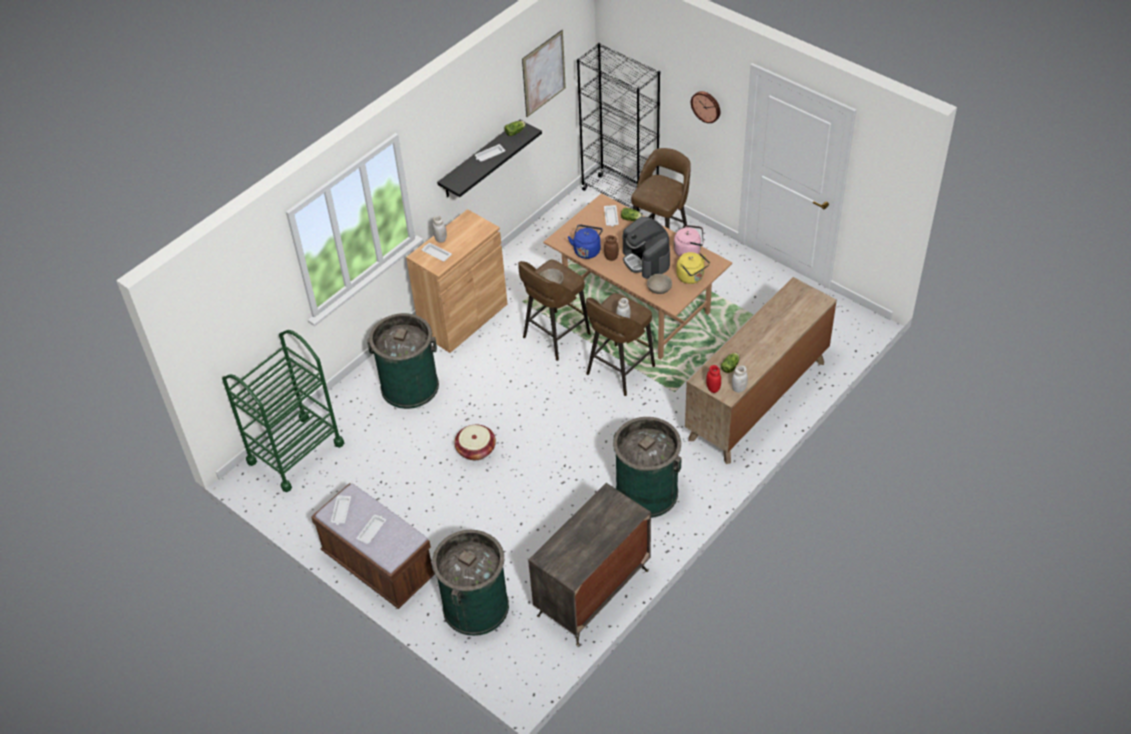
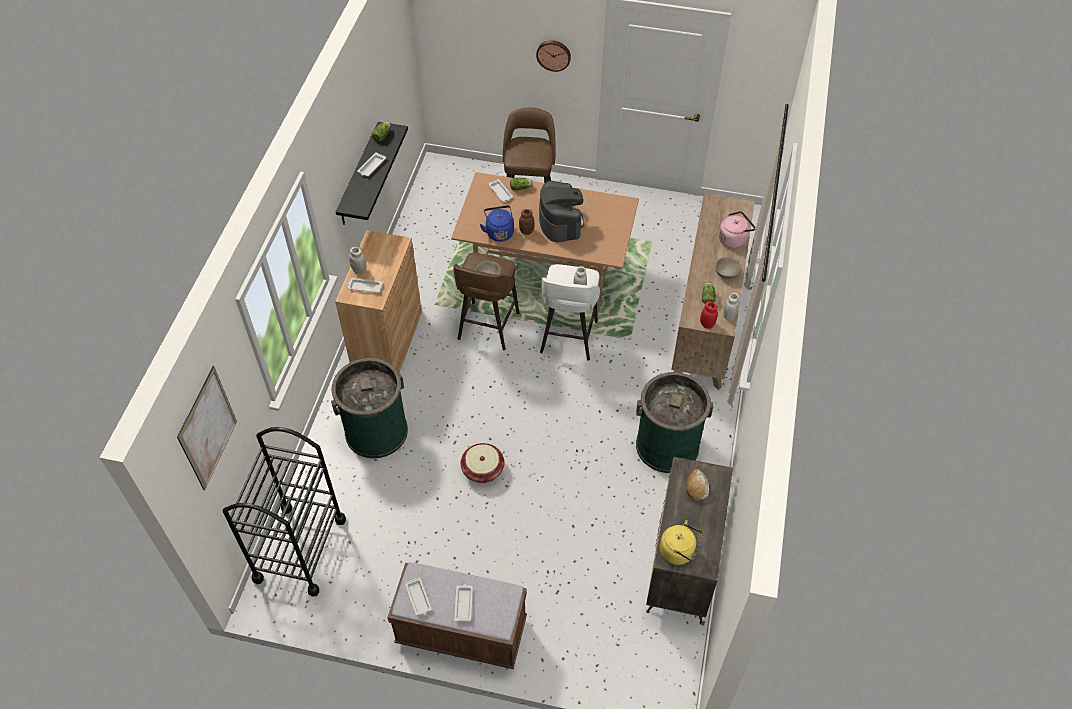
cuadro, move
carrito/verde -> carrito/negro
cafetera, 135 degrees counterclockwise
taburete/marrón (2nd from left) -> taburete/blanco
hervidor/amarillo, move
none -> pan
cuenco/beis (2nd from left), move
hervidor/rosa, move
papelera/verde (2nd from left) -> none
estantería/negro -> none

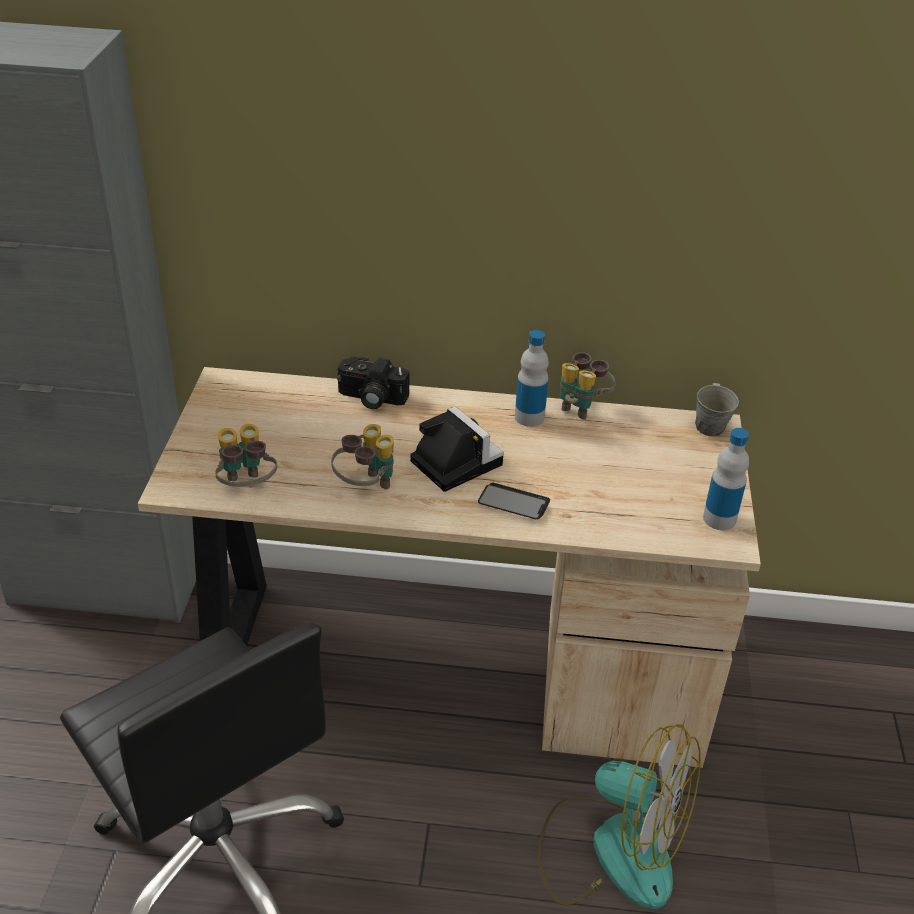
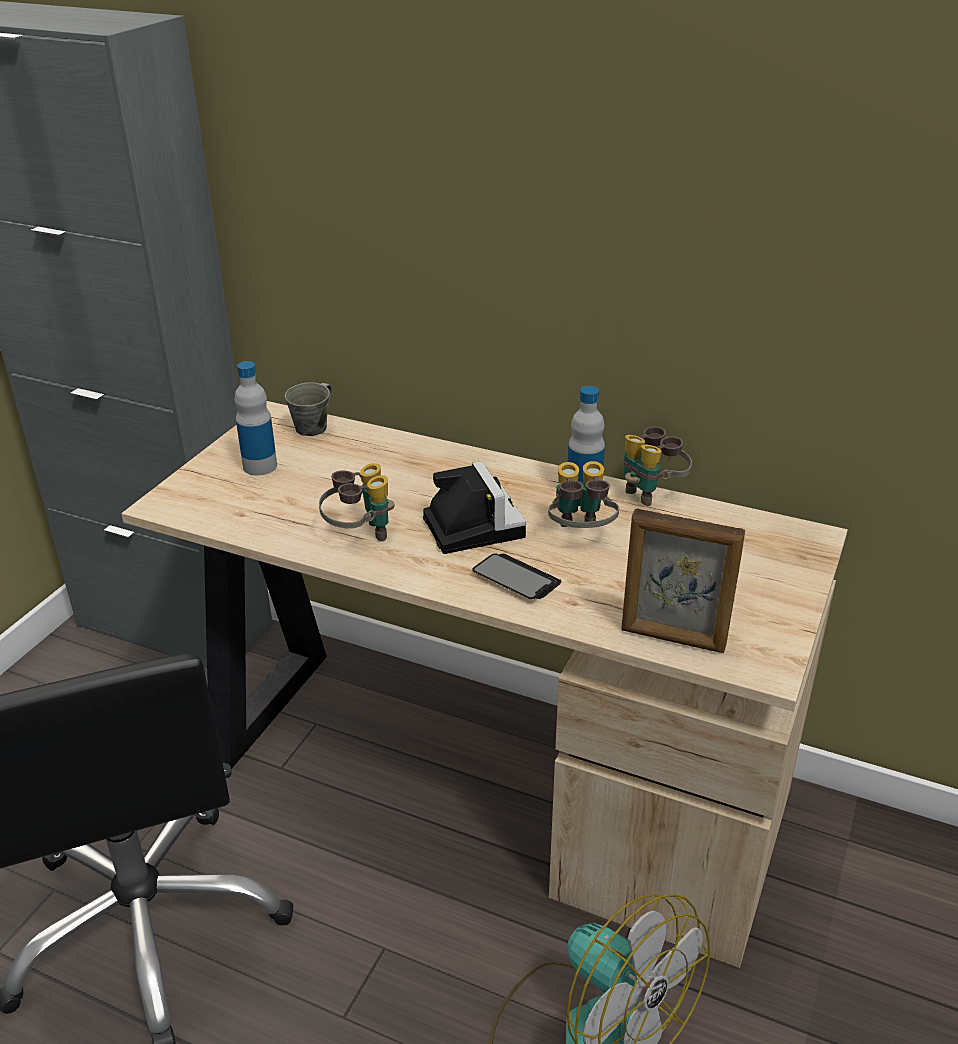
botella (2nd from left in the first image) -> botella (1st from left), move
taza grande/gris, move
prismáticos (1st from left in the first image) -> prismáticos (2nd from left), move
none -> portarretratos
cámara (1st from left) -> none

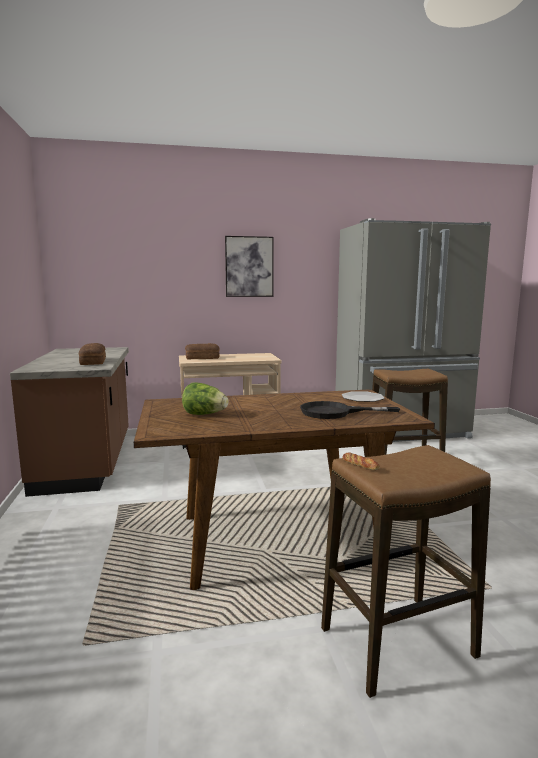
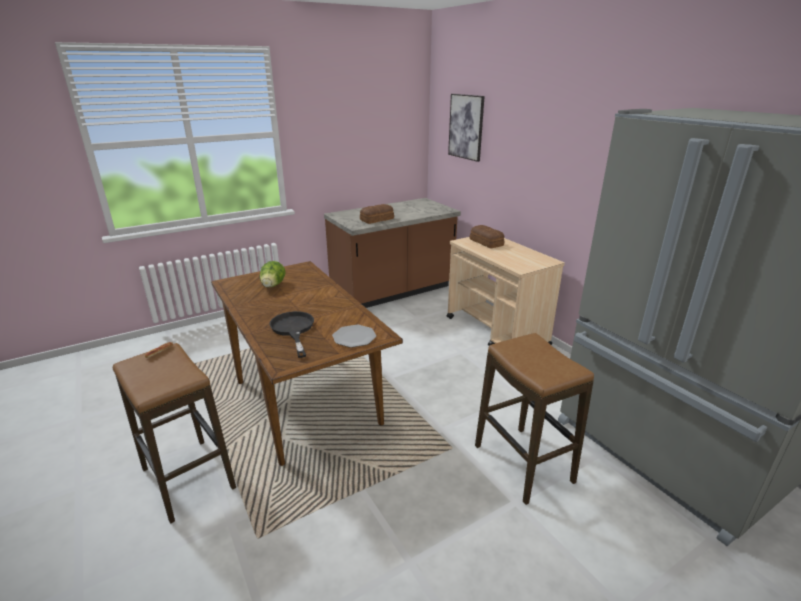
cuadro, move

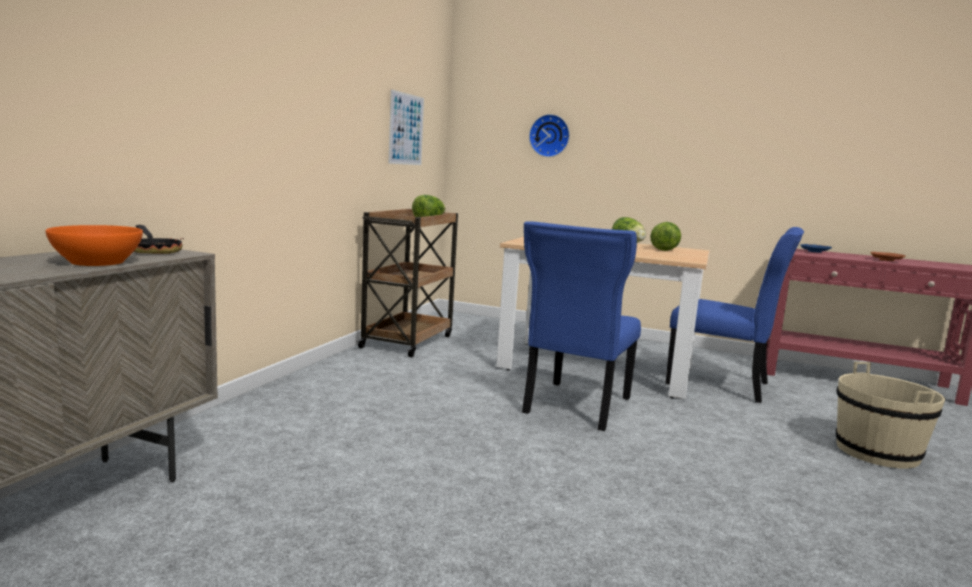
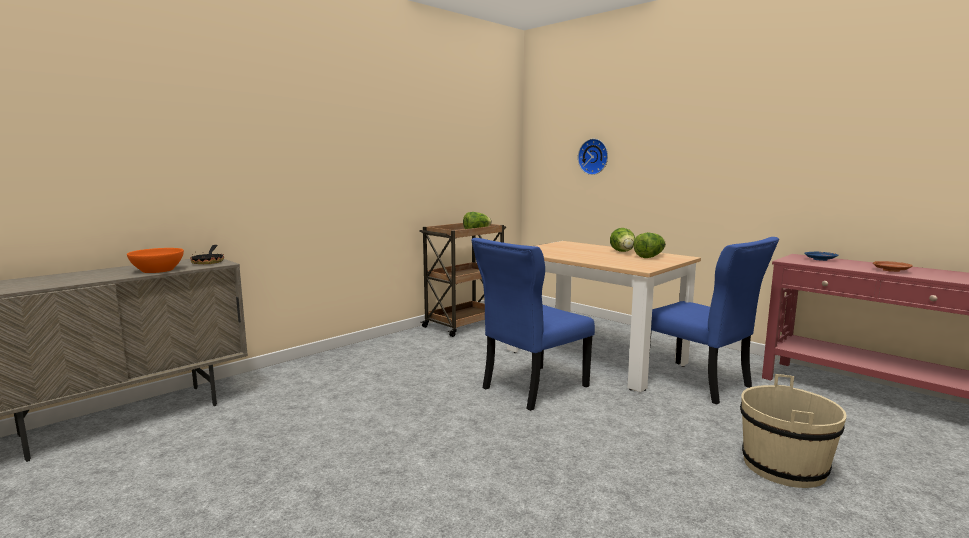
cuadro -> none

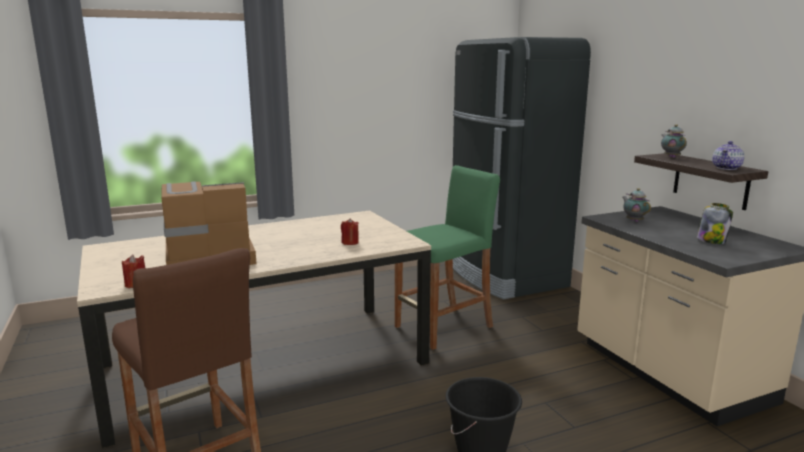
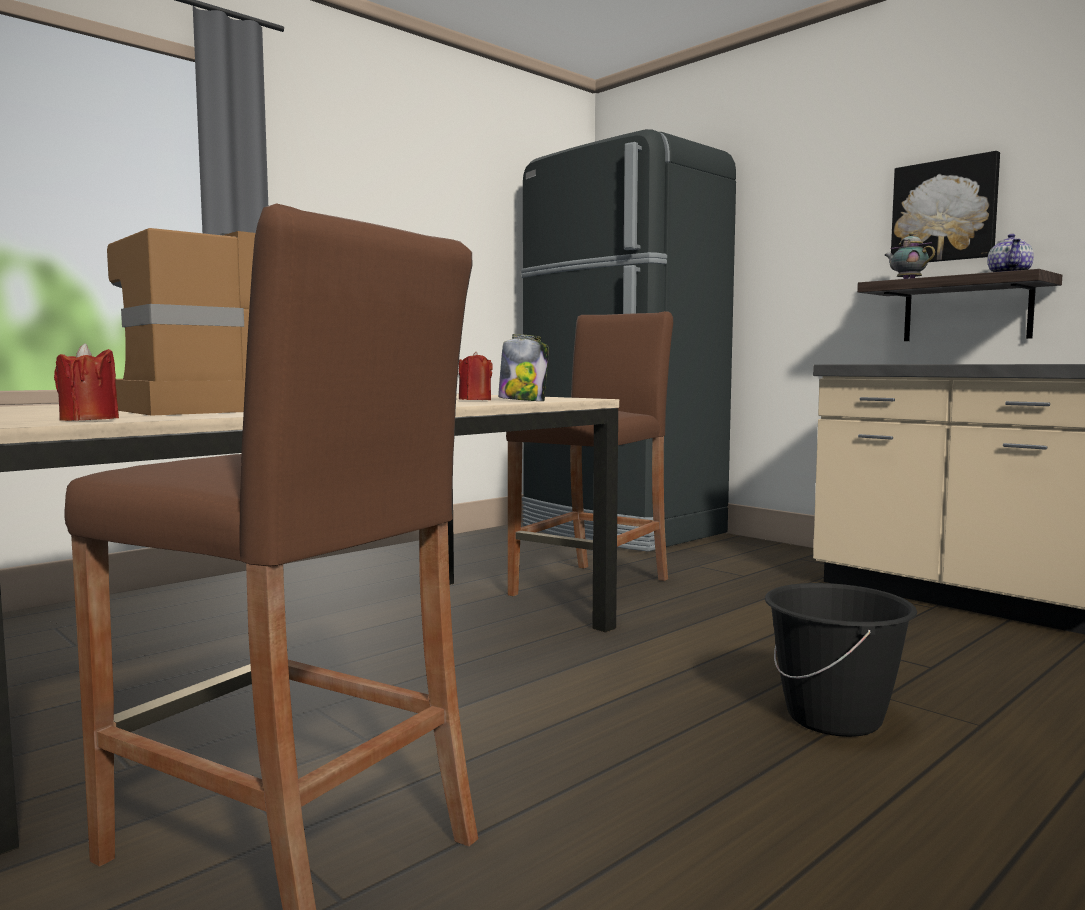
tarro, move
taburete/verde -> taburete/marrón (2nd from left)
none -> cuadro
tetera (1st from left) -> none

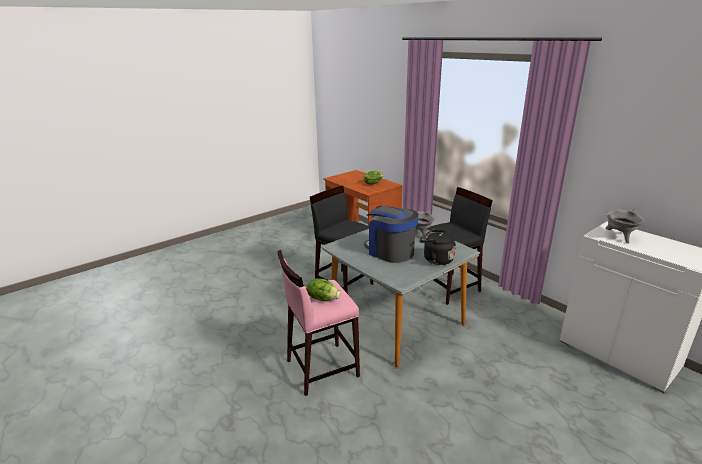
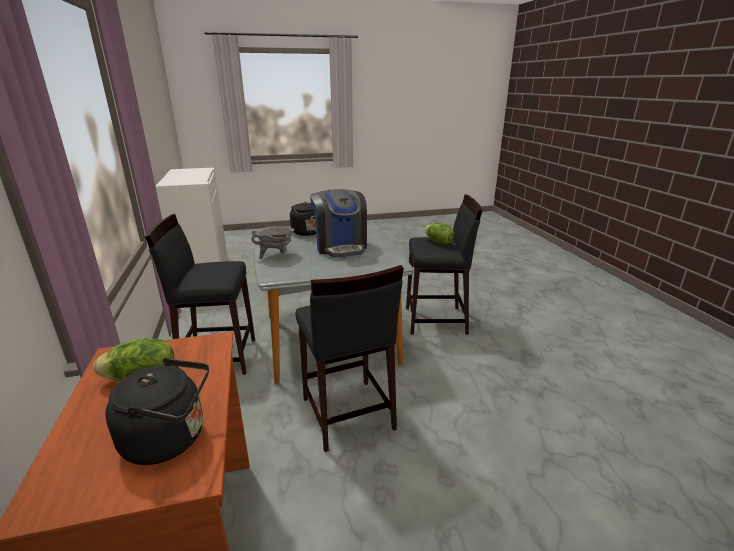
none -> hervidor/negro (1st from left)
taburete/rosa -> taburete/negro (3rd from left)
olla/gris (2nd from left) -> none

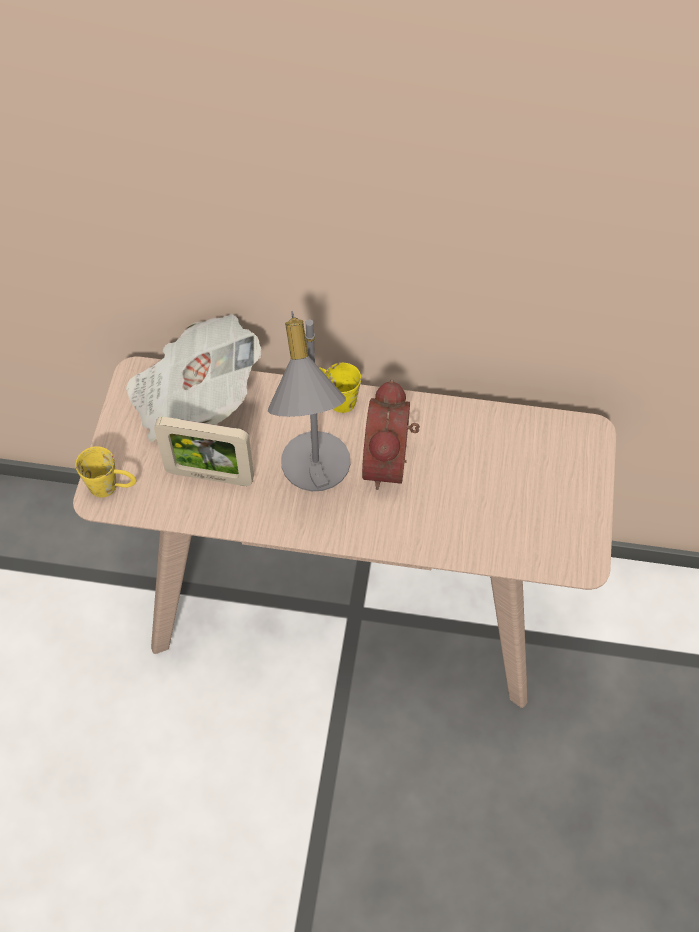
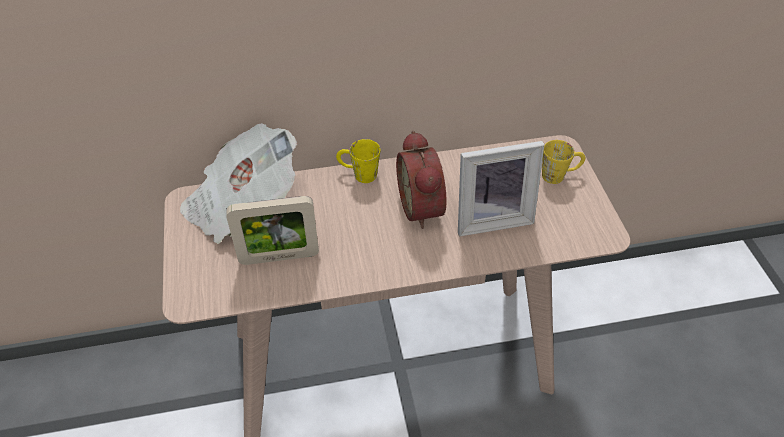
none -> portarretratos (2nd from left)
taza grande/amarillo (1st from left in the first image) -> taza grande/amarillo (2nd from left), move
lámpara de mesa/gris -> none

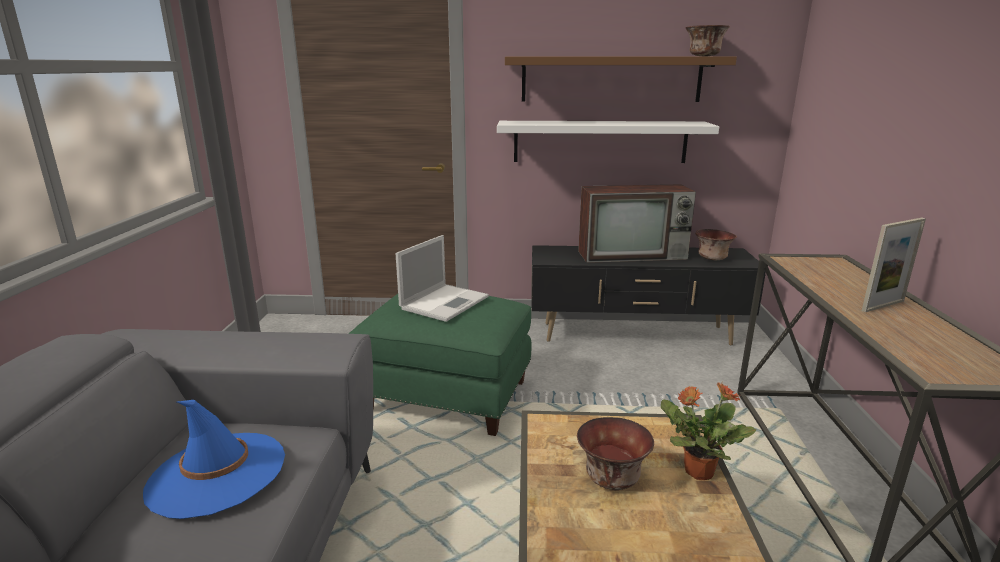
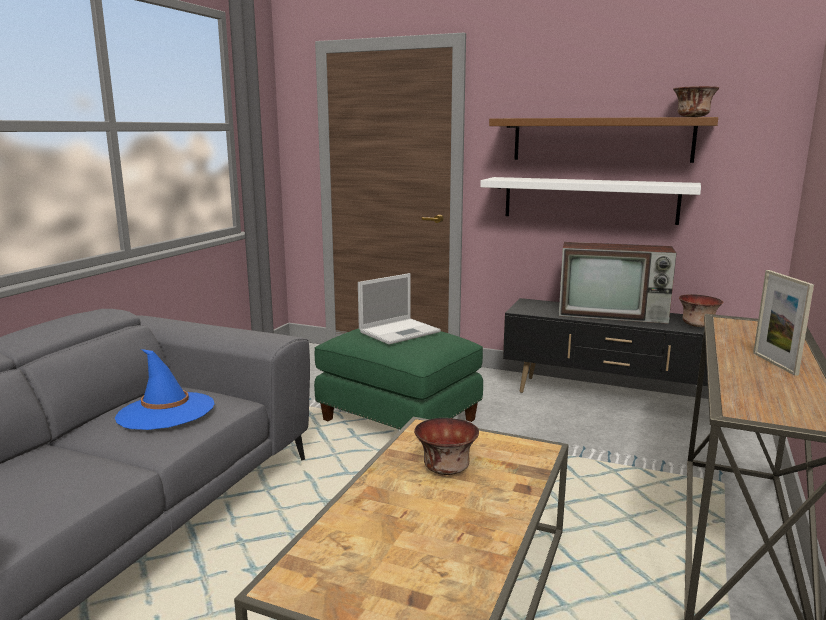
portarretratos, 90 degrees clockwise
planta en maceta -> none

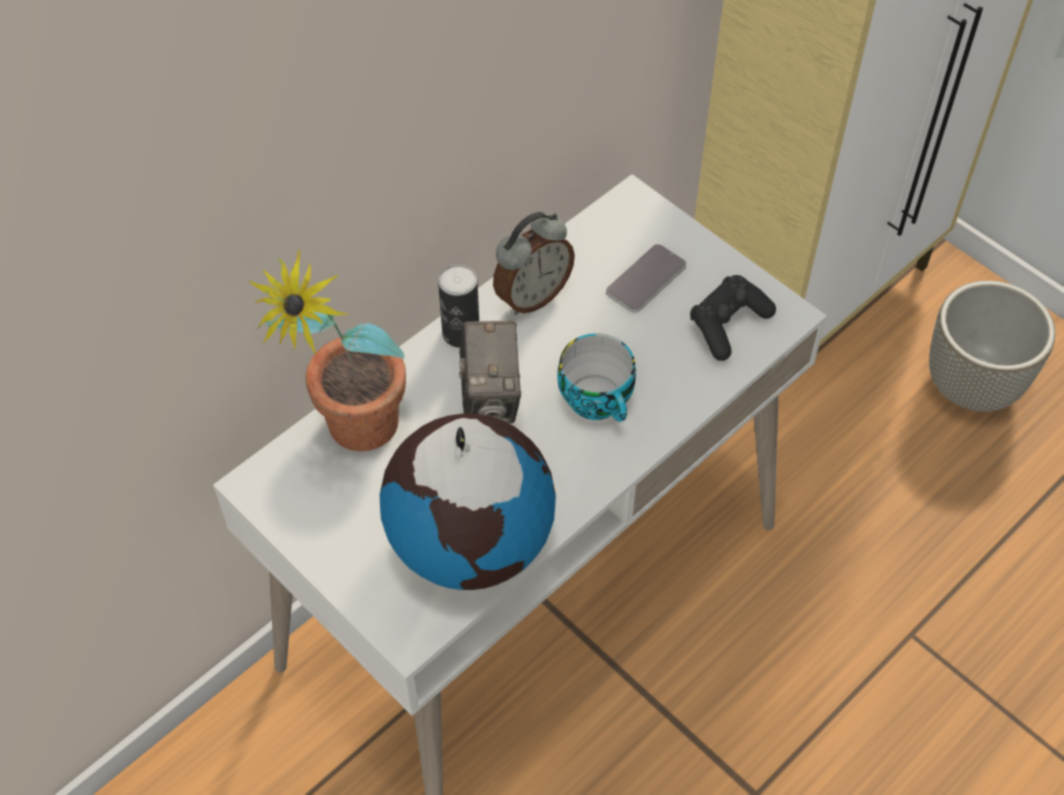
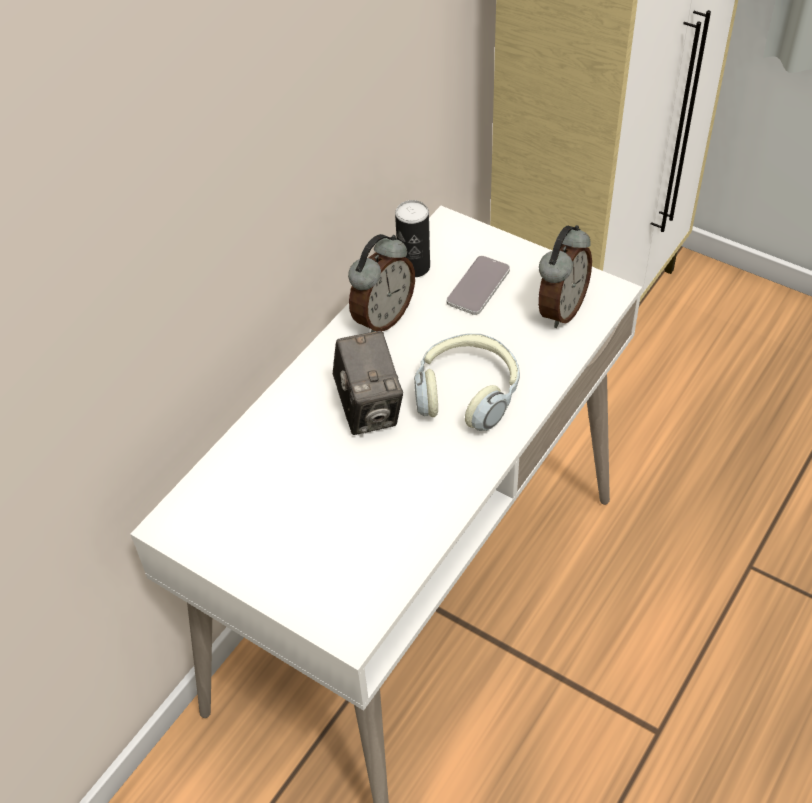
lata, move
taza -> auriculares
mando de consola/negro -> despertador (2nd from left)
planta en maceta -> none
globo terráqueo -> none
maceta/gris -> none

